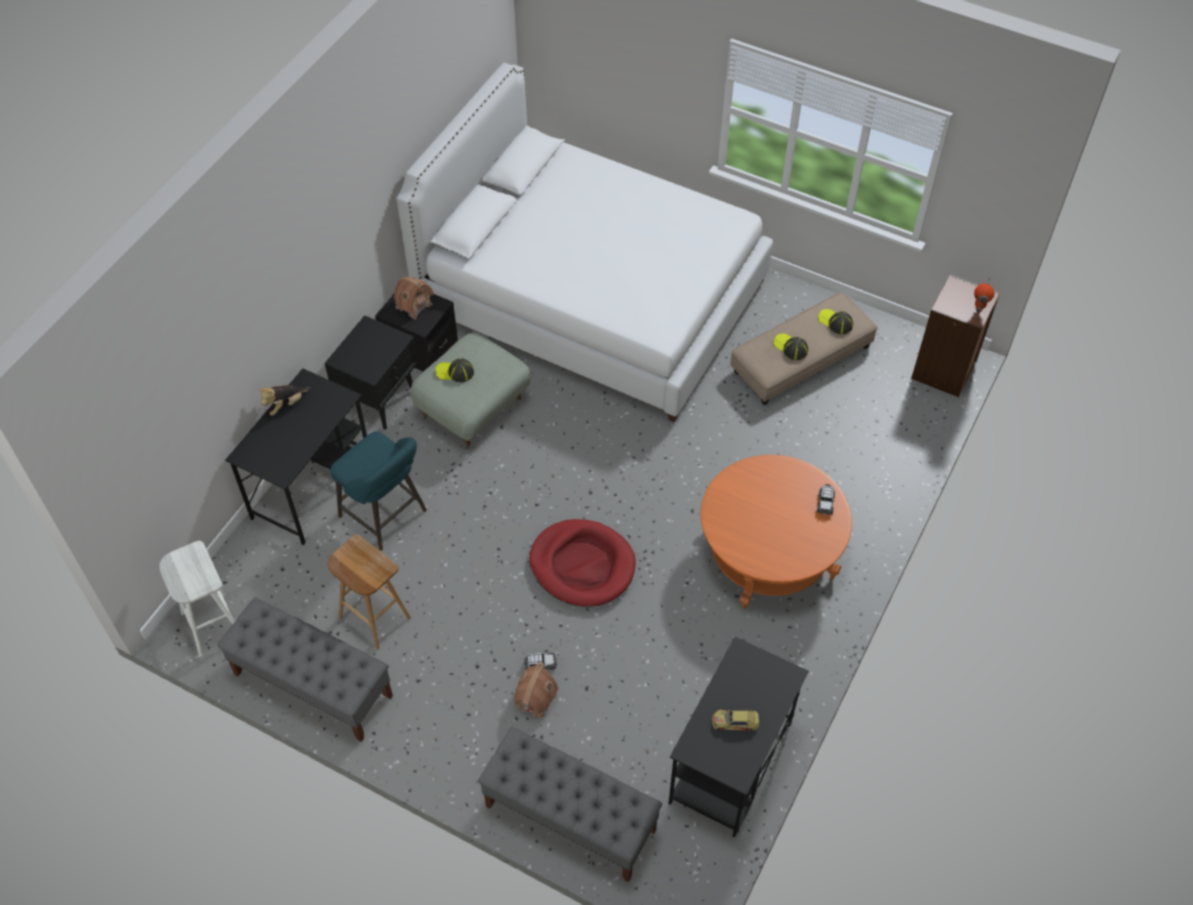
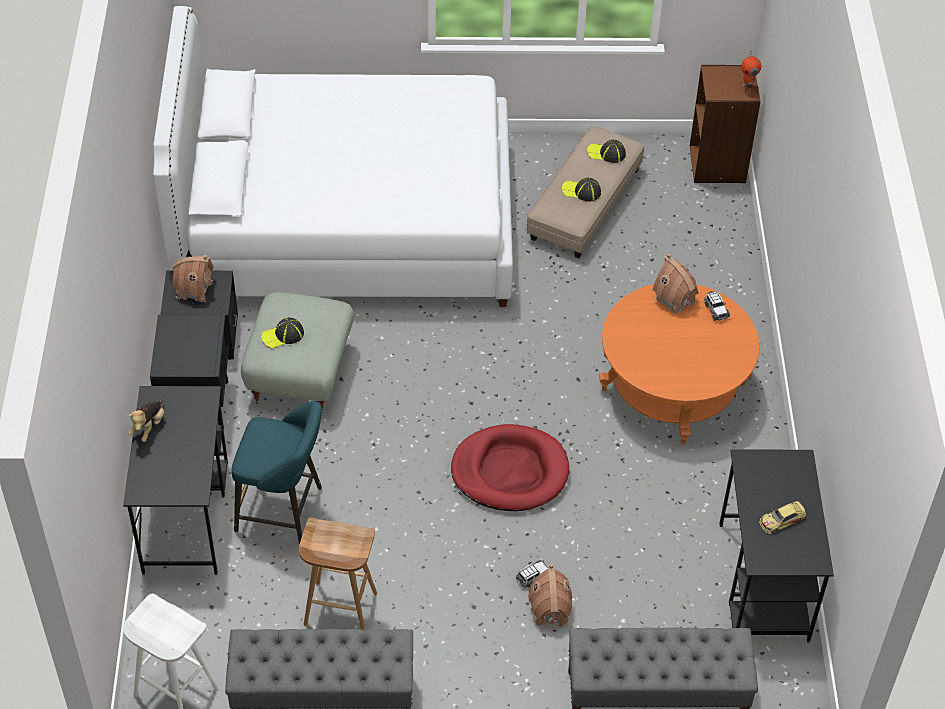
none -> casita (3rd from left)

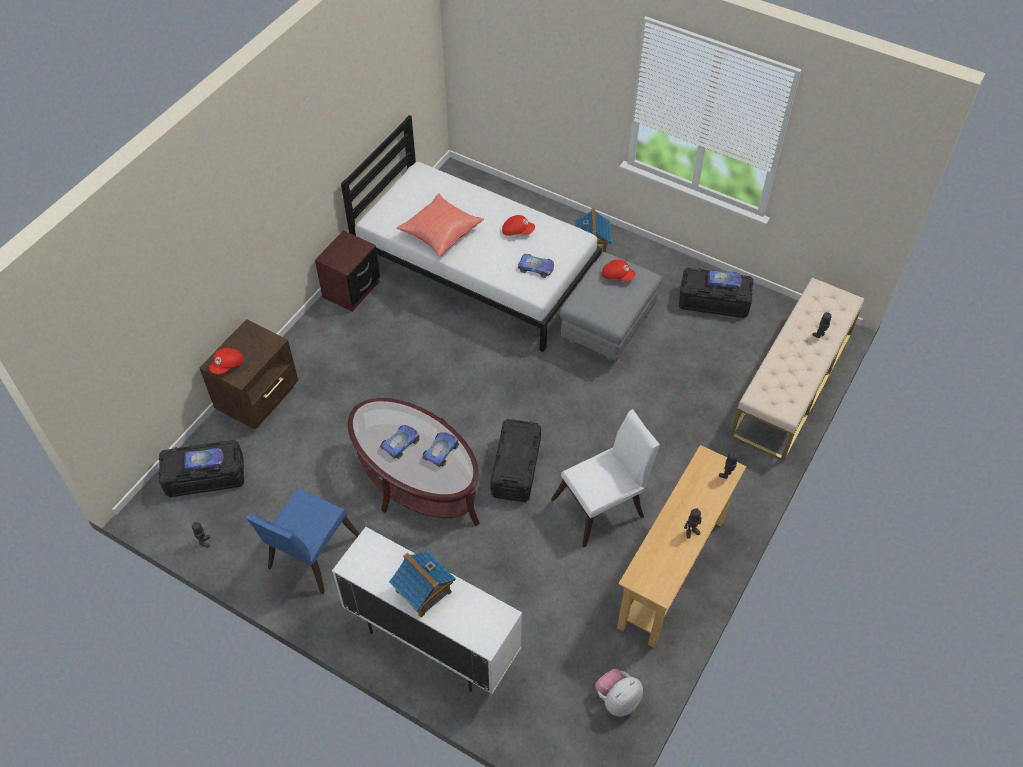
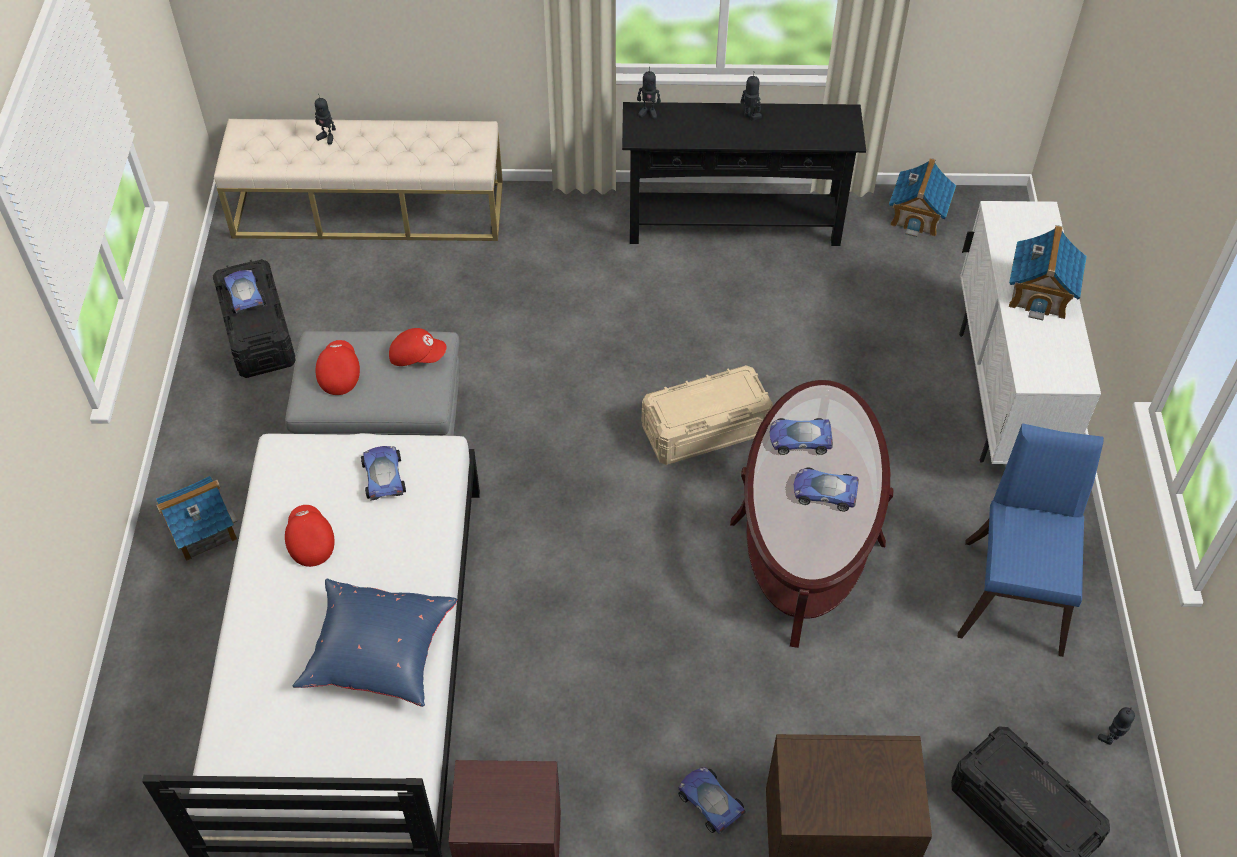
cojín/rojo -> cojín/azul
gorra/rojo (1st from left in the first image) -> gorra/rojo (3rd from left), move
mesa consola/beis -> mesa consola/negro
caja de almacenaje/negro (2nd from left) -> caja de almacenaje/beis
coche de juguete (1st from left in the first image) -> coche de juguete (3rd from left), move
peluche -> casita (2nd from left)
silla/azul, 75 degrees counterclockwise
silla/blanco -> none

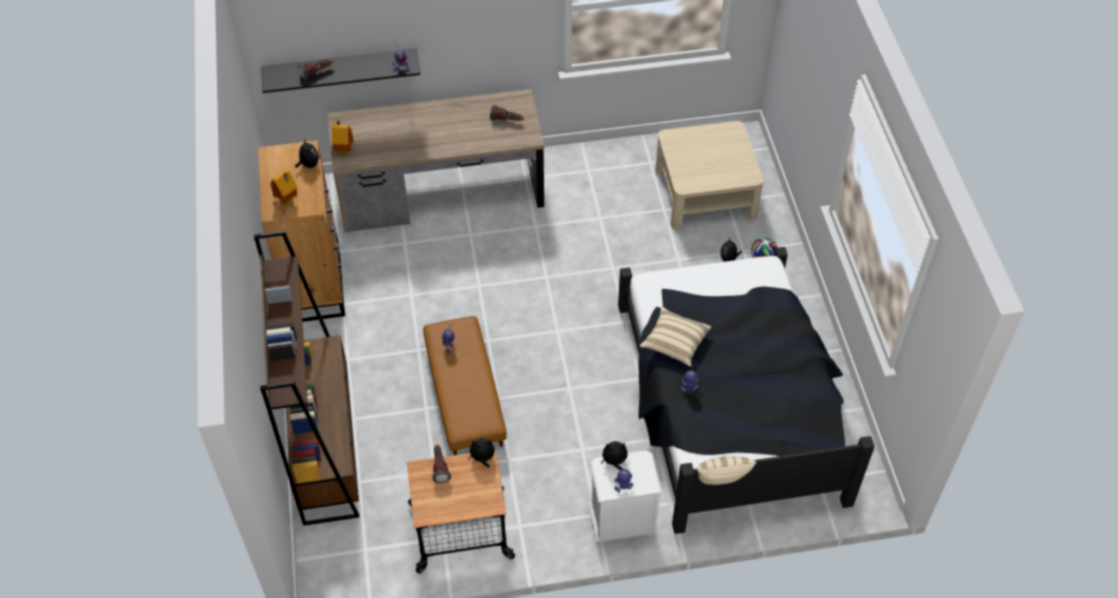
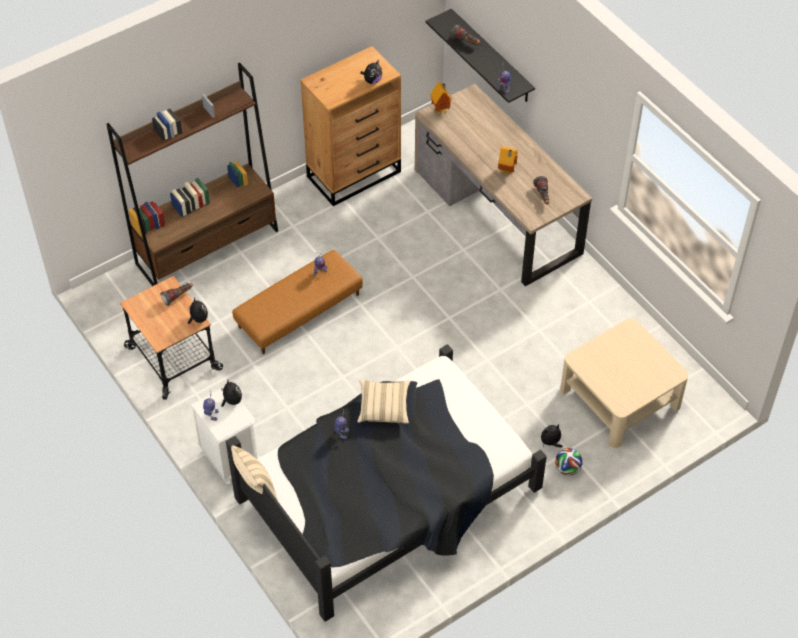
casita (1st from left in the first image) -> casita (2nd from left), move

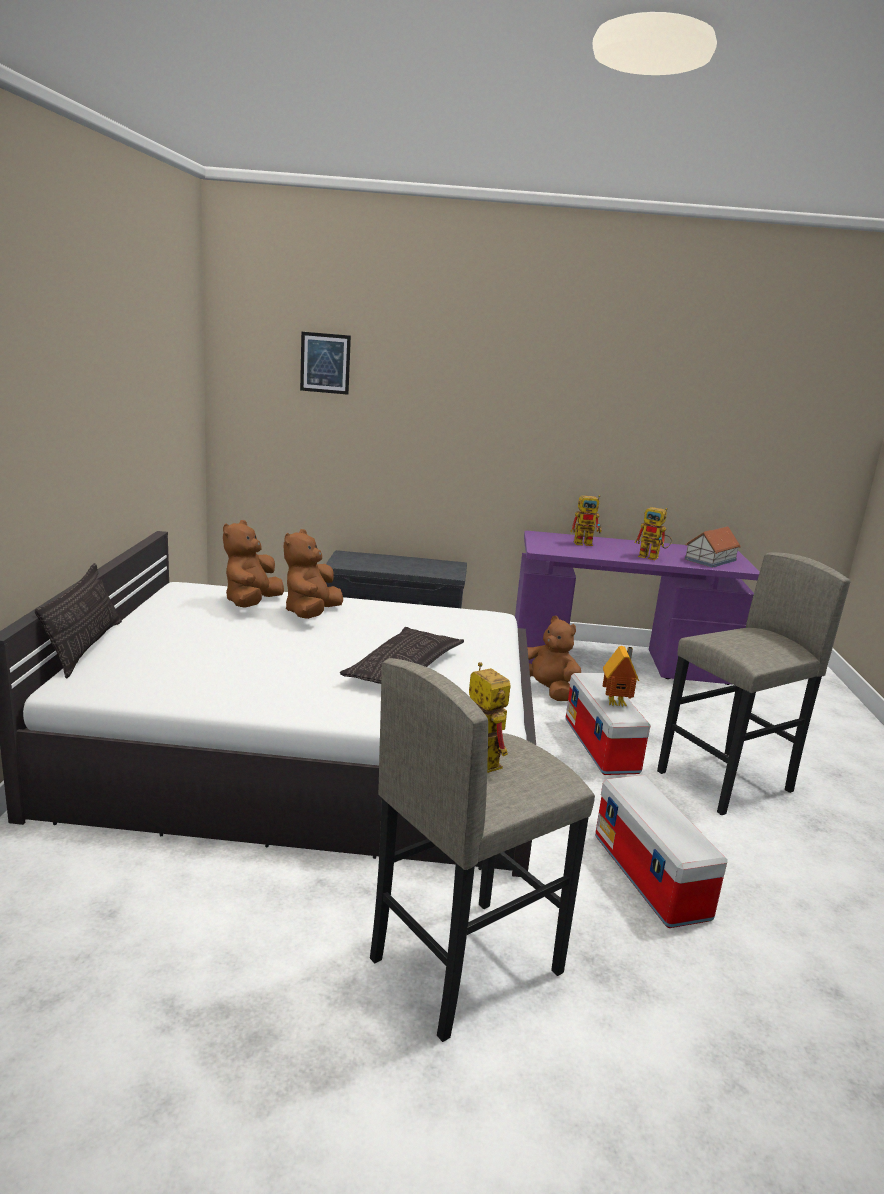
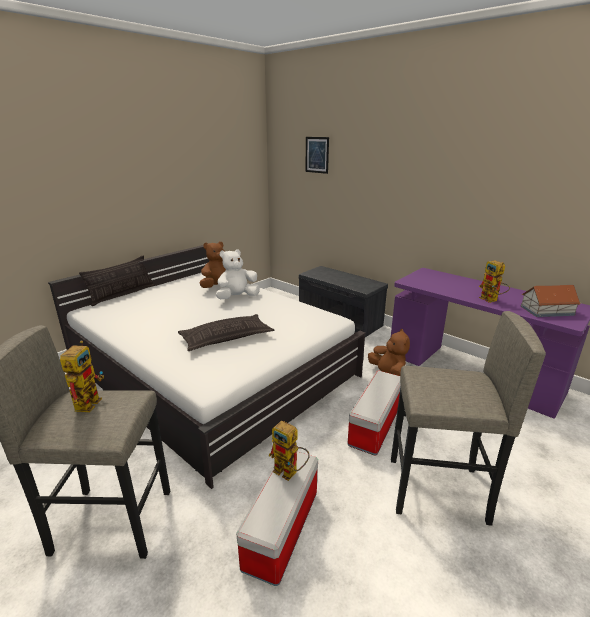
peluche/marrón (2nd from left) -> peluche/blanco
robot de juguete (2nd from left), move
casita (1st from left) -> none

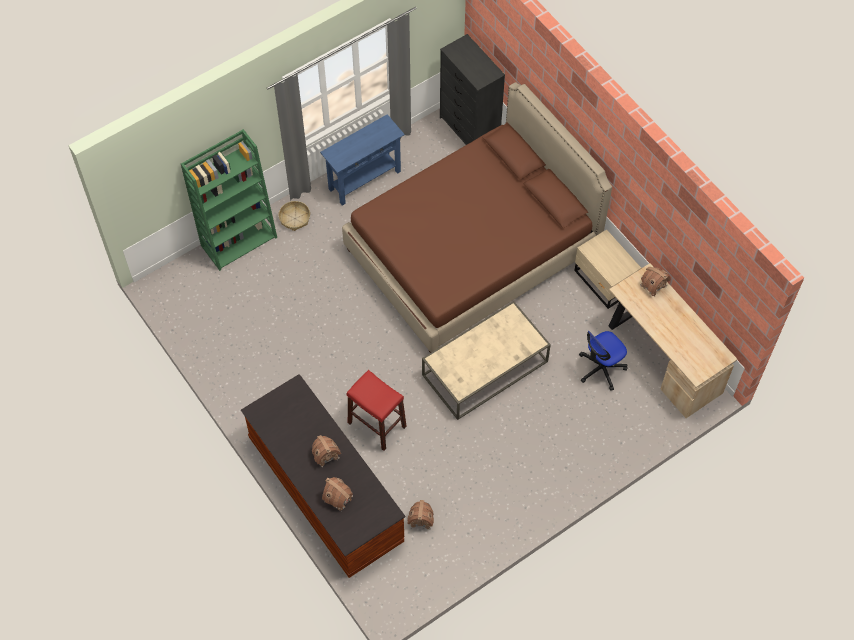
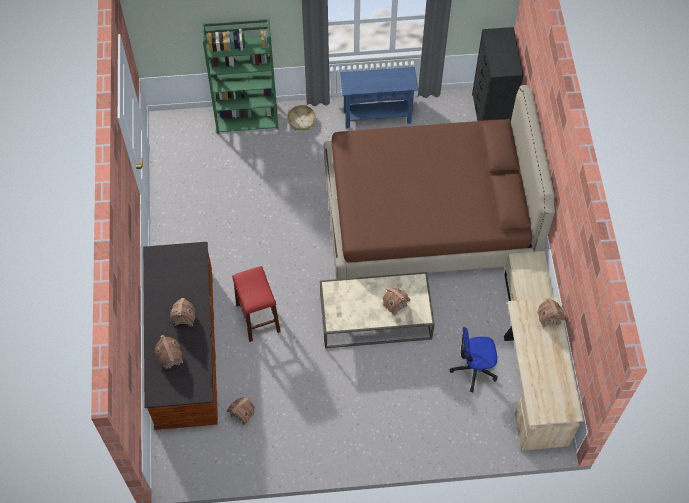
none -> casita (4th from left)

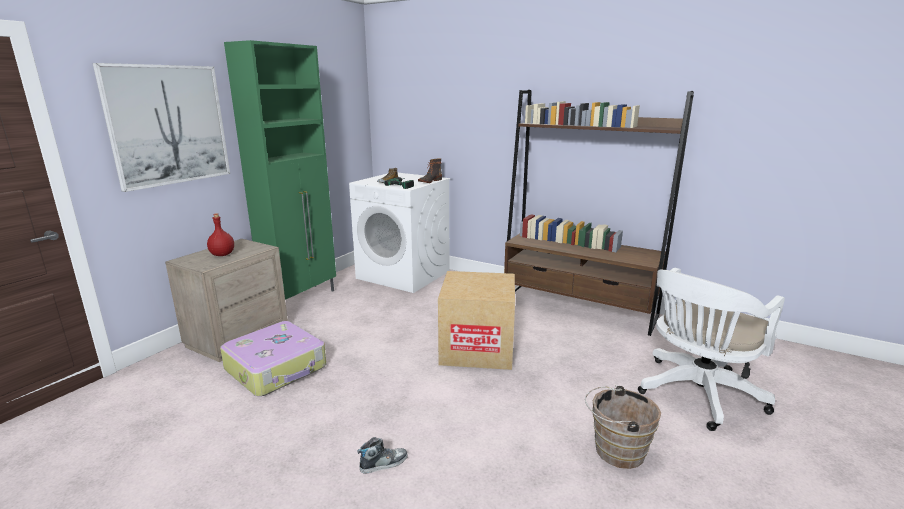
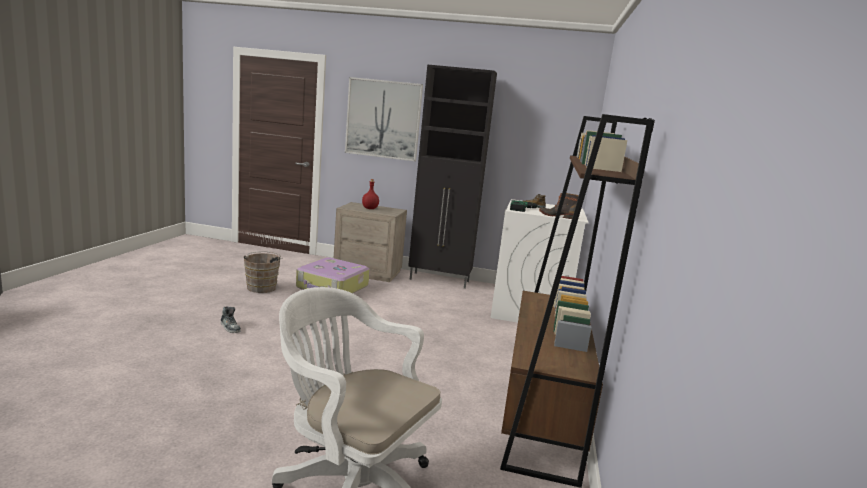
cubo/marrón, move
armario/verde -> armario/negro
caja de cartón -> none

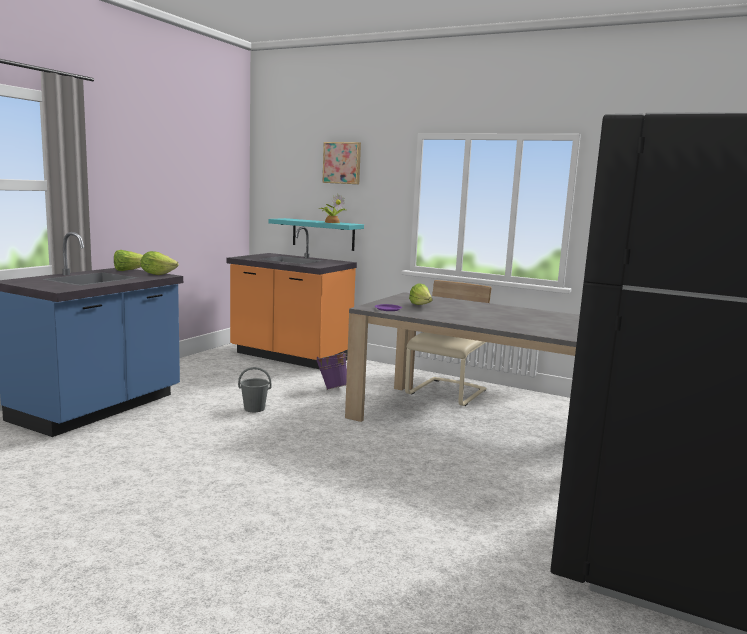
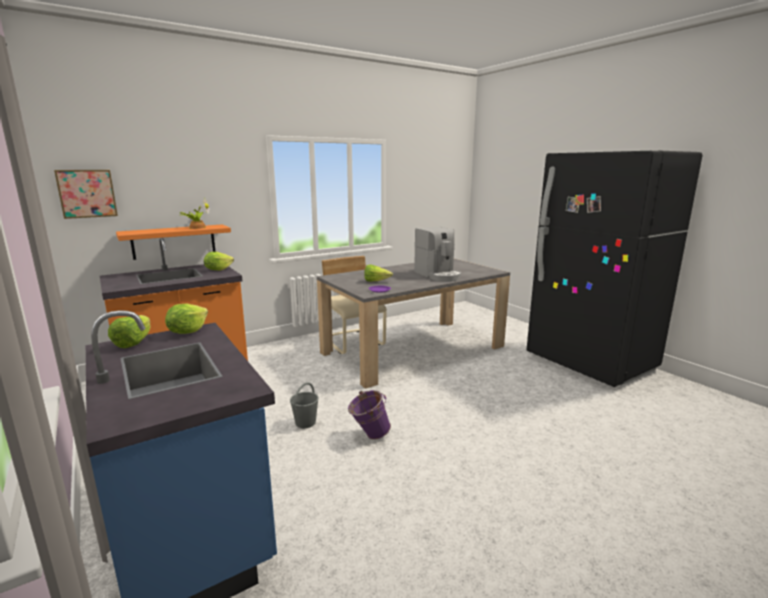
cuadro, move
estante/turquesa -> estante/naranja
none -> lechuga (3rd from left)
cubo/morado, move
none -> cafetera

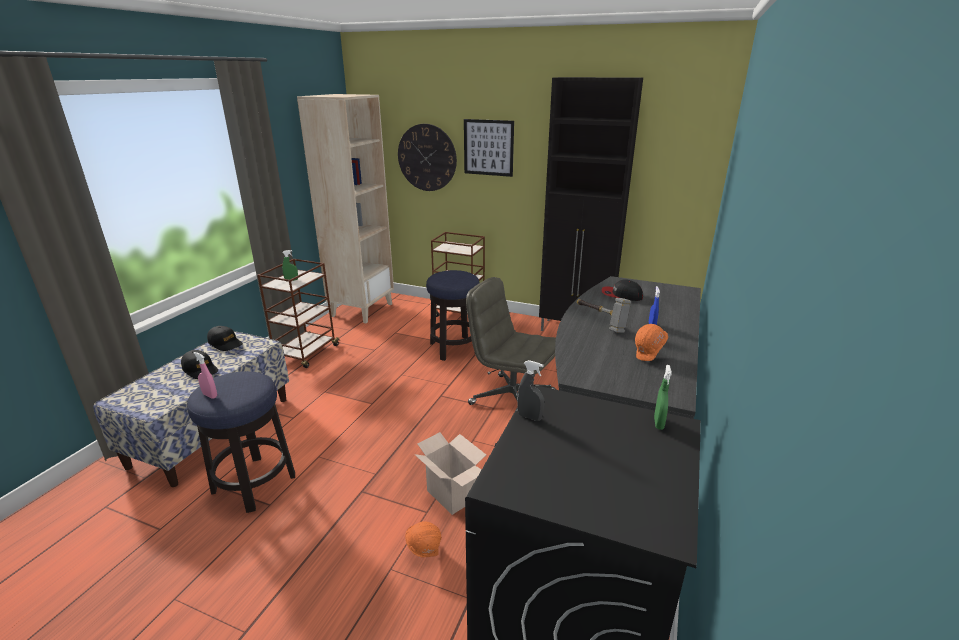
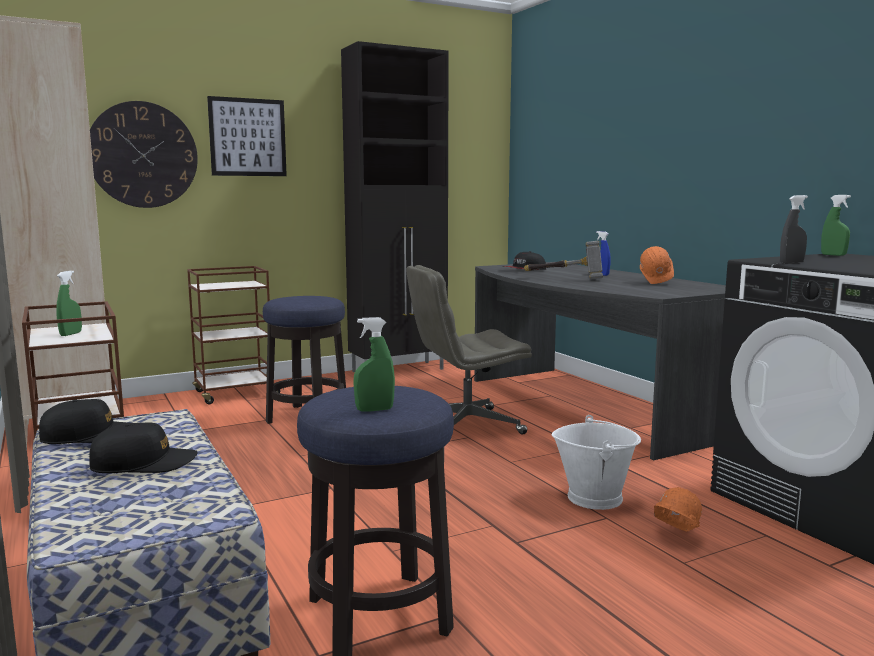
pulverizador/rosa -> pulverizador/verde (2nd from left)
caja de cartón -> cubo/blanco

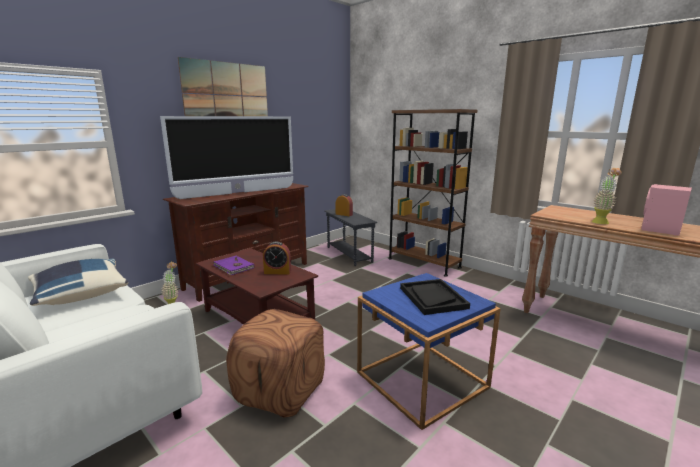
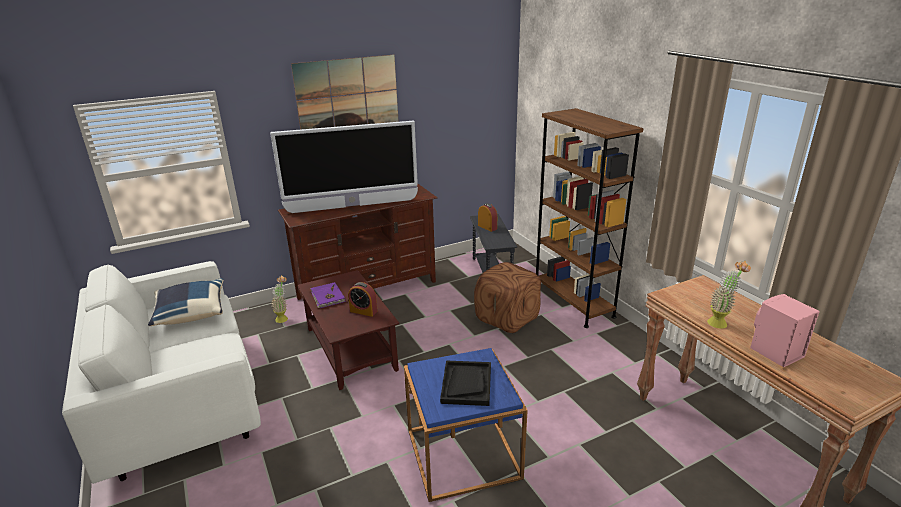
puf/marrón, move

